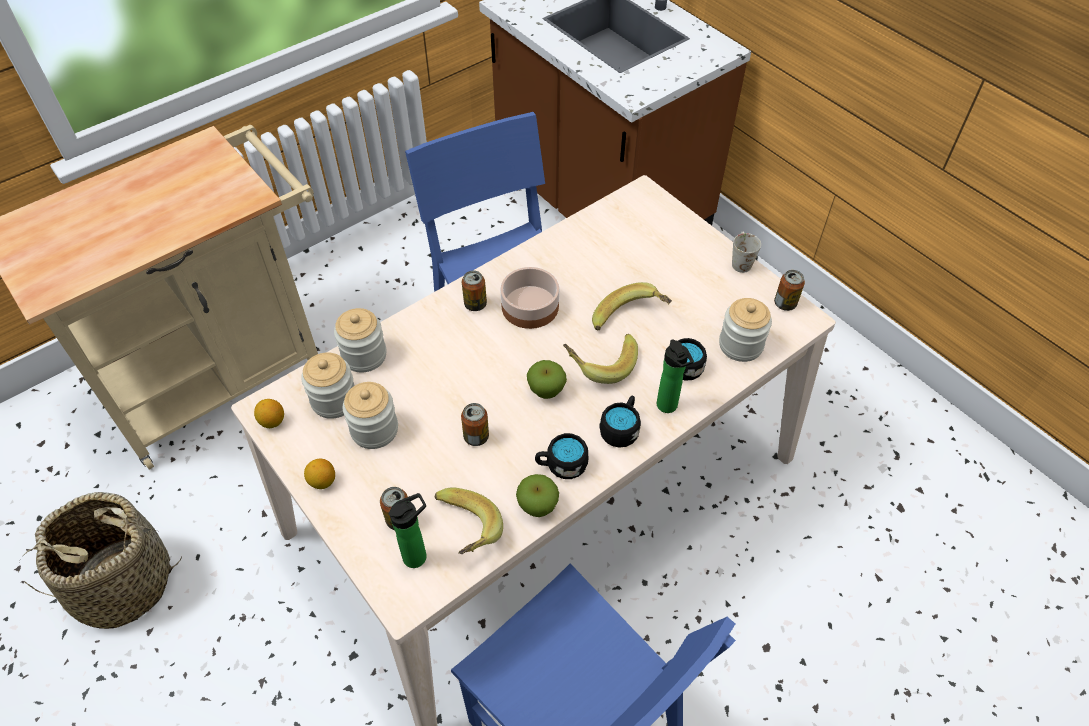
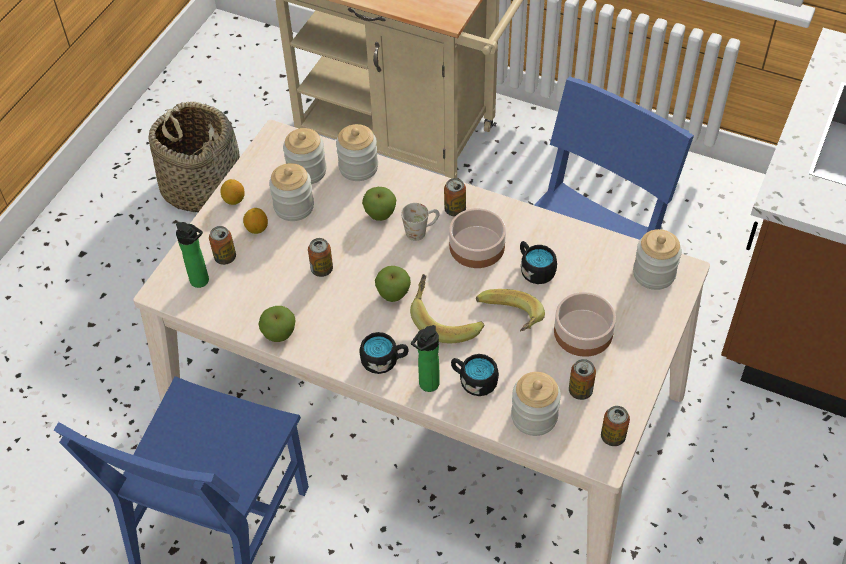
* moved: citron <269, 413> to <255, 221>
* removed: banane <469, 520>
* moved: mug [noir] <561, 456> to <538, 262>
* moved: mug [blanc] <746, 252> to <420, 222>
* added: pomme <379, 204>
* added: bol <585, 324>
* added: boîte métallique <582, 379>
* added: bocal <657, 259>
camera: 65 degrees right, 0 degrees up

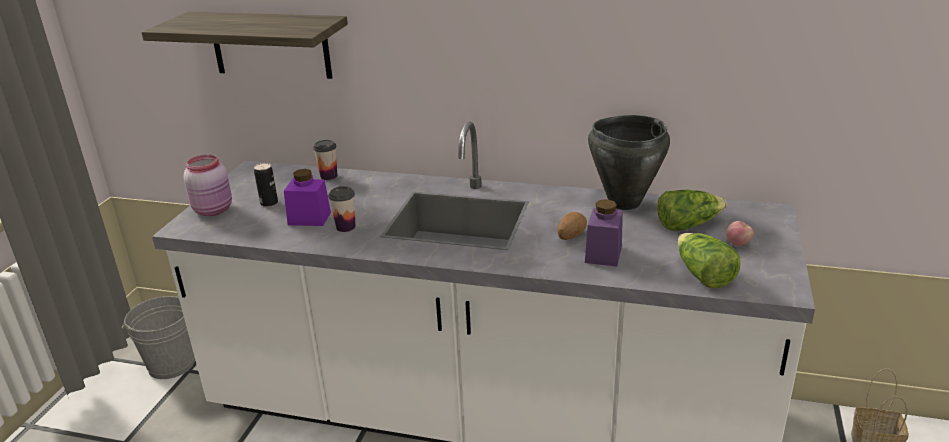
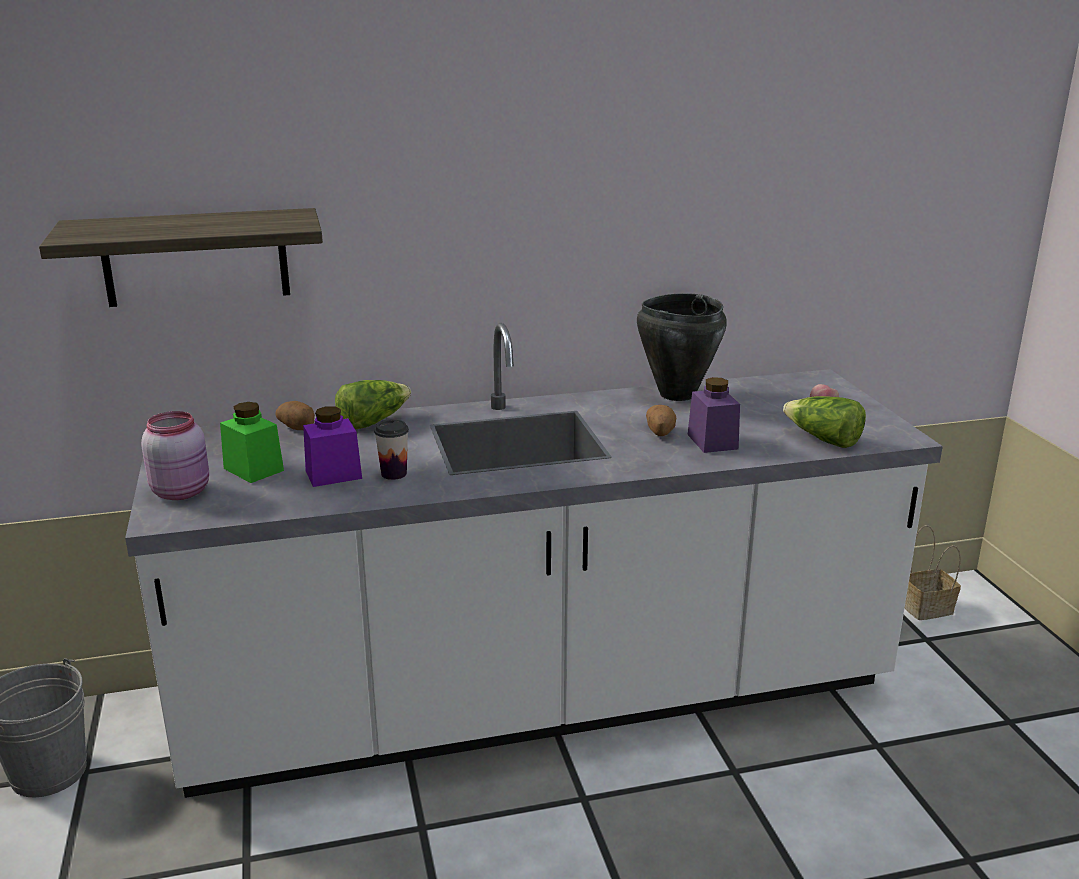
* replaced: boîte métallique <266, 185> to bocal [vert] <252, 442>
* replaced: tasse <325, 160> to pomme de terre <295, 415>
* moved: laitue <692, 210> to <373, 404>
camera: 30 degrees left, 5 degrees down

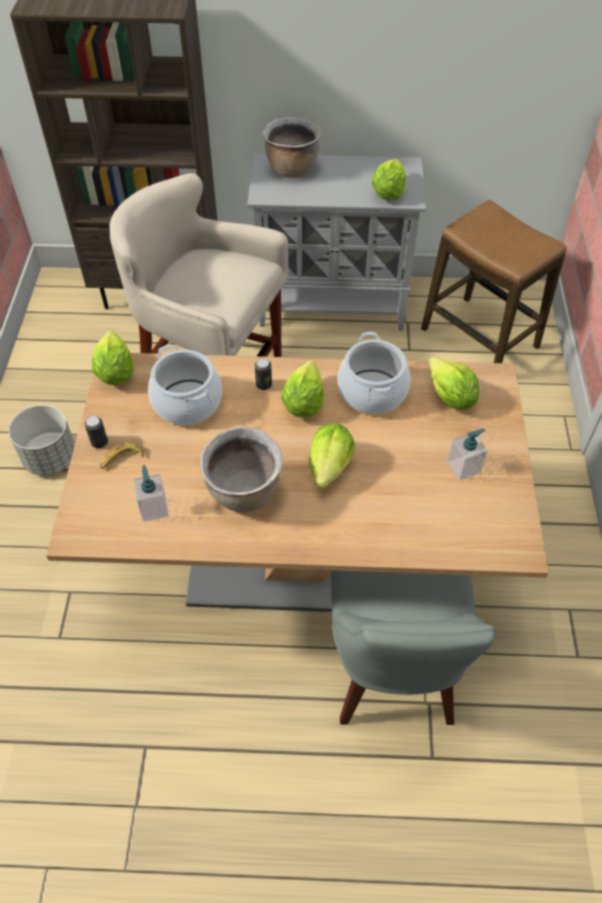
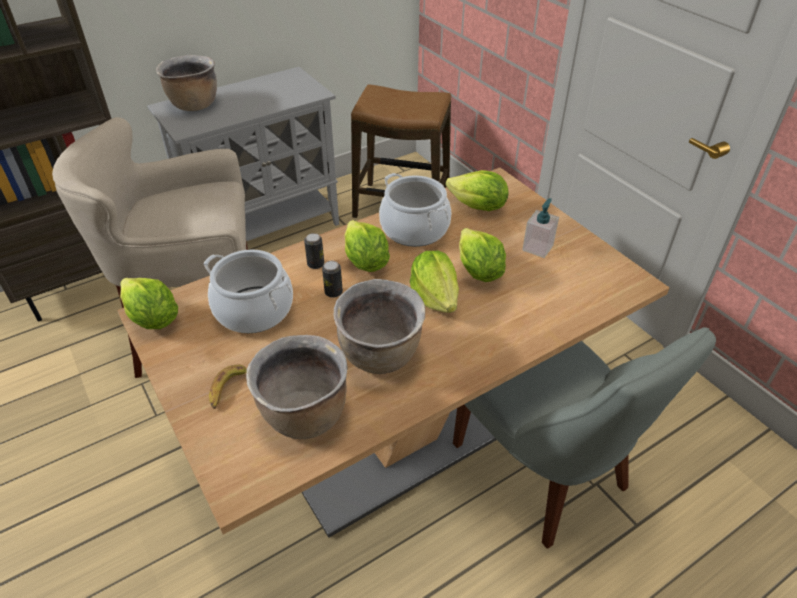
* removed: cache-pot [gris] <41, 440>
* moved: boîte métallique <96, 432> to <332, 279>
* replaced: distributeur de savon <151, 493> to marmite [marron] <296, 387>
* moved: laitue <388, 179> to <482, 255>
camera: 35 degrees left, 10 degrees down

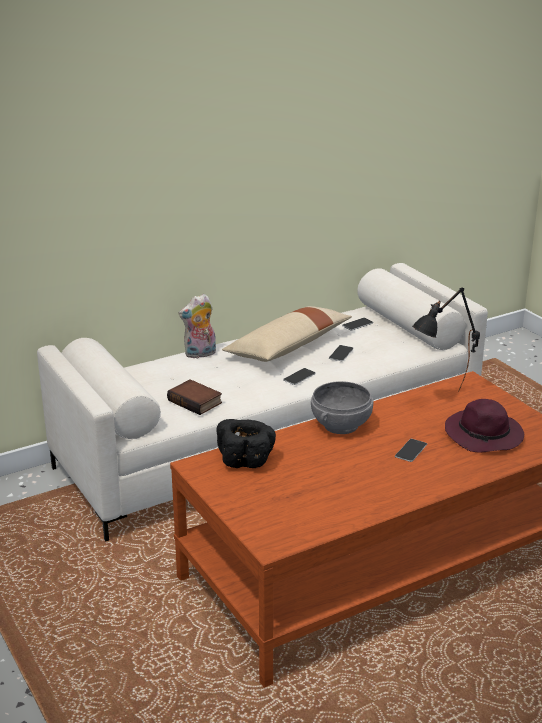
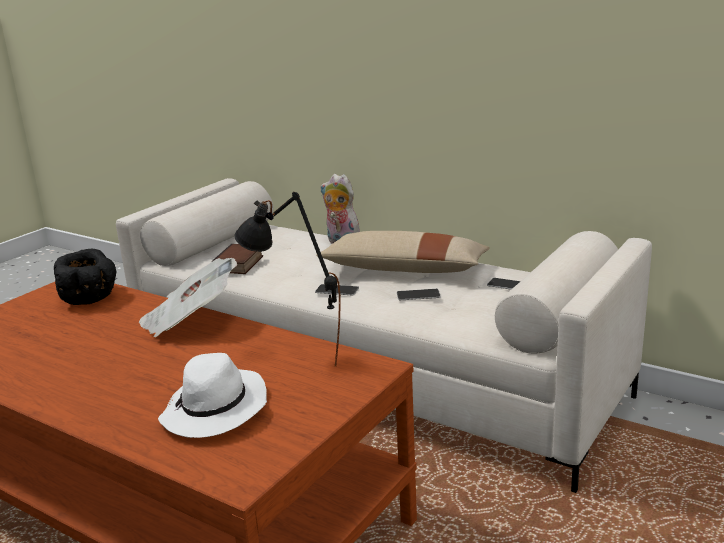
* replaced: bol [gris] <342, 407> to journal <188, 297>
* removed: téléphone <411, 450>
* recoloured: chapeau [violet] <484, 425> to chapeau [blanc] <212, 395>
camera: 65 degrees right, 5 degrees down

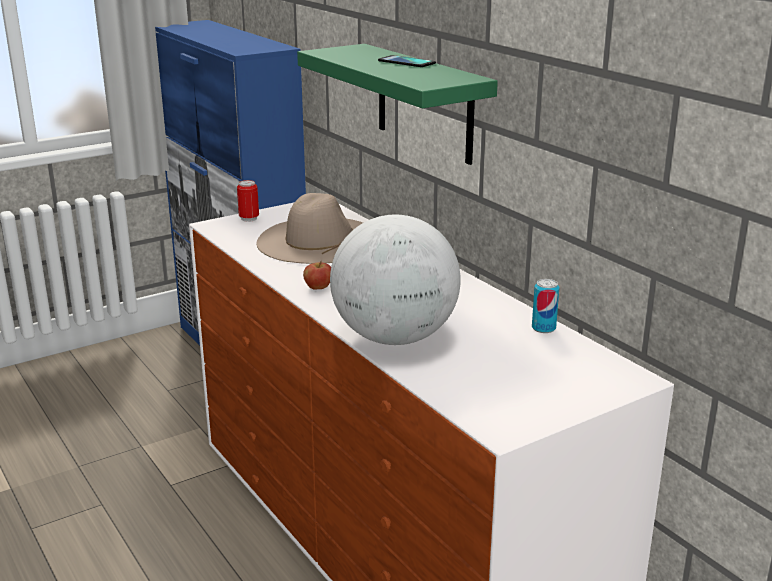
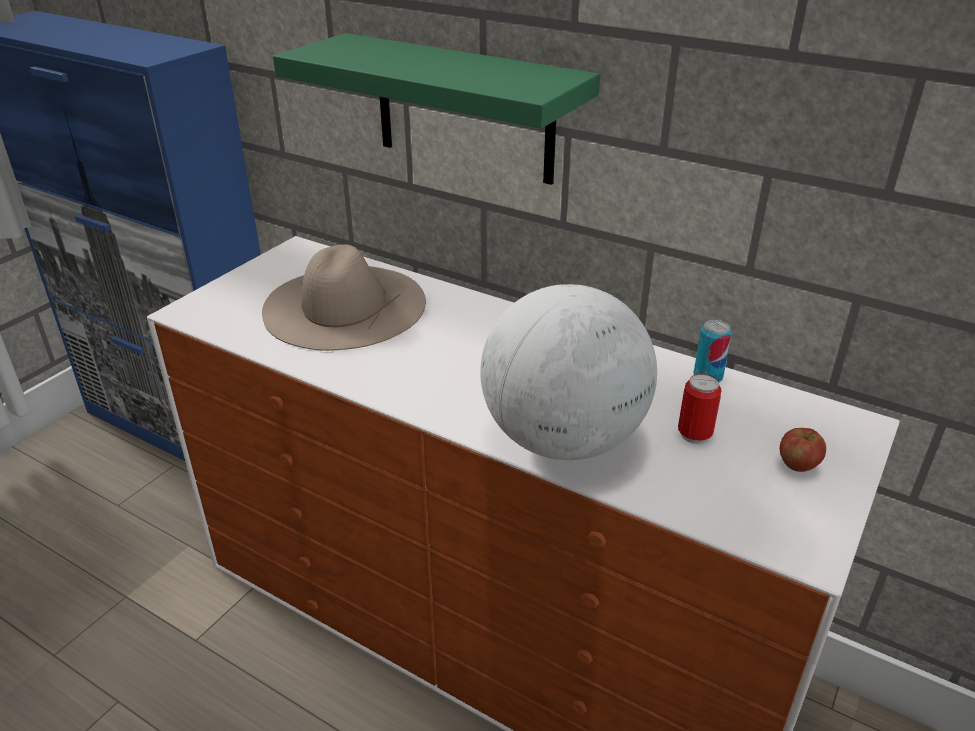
* moved: boîte métallique <248, 201> to <699, 409>
* moved: pomme <317, 275> to <803, 450>
* removed: téléphone <407, 61>
camera: 25 degrees left, 10 degrees up

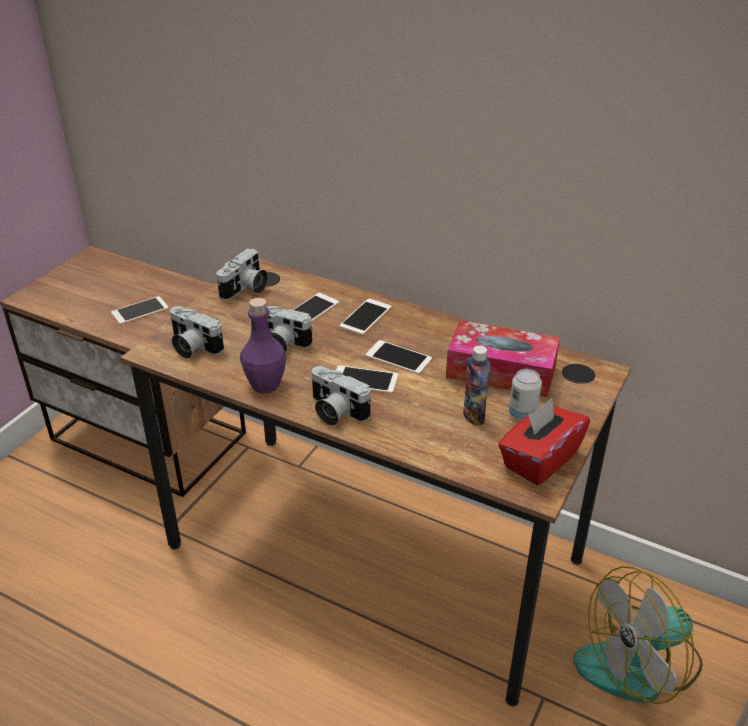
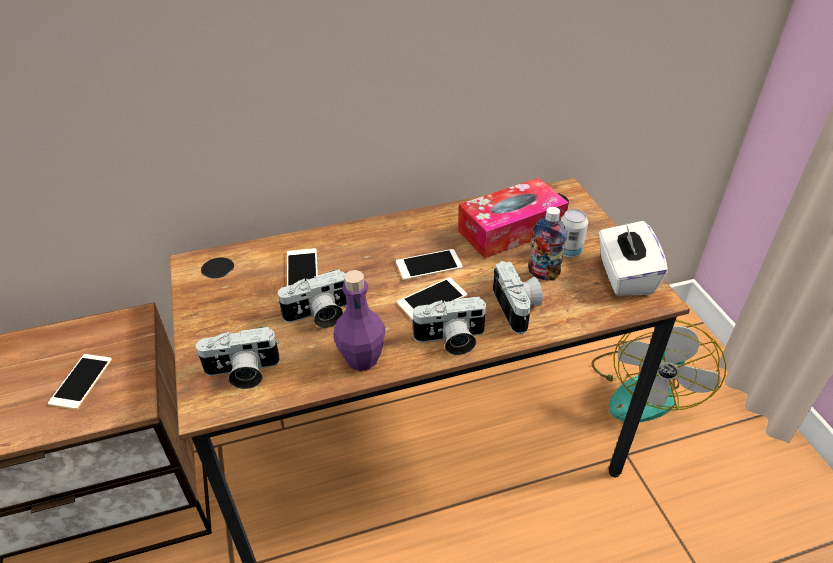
* moved: appareil photo <242, 274> to <518, 297>
* removed: téléphone <365, 317>
* recoloured: boîte à mouchoirs [rouge] <544, 442> to boîte à mouchoirs [blanc] <633, 257>
camera: 45 degrees left, 5 degrees up

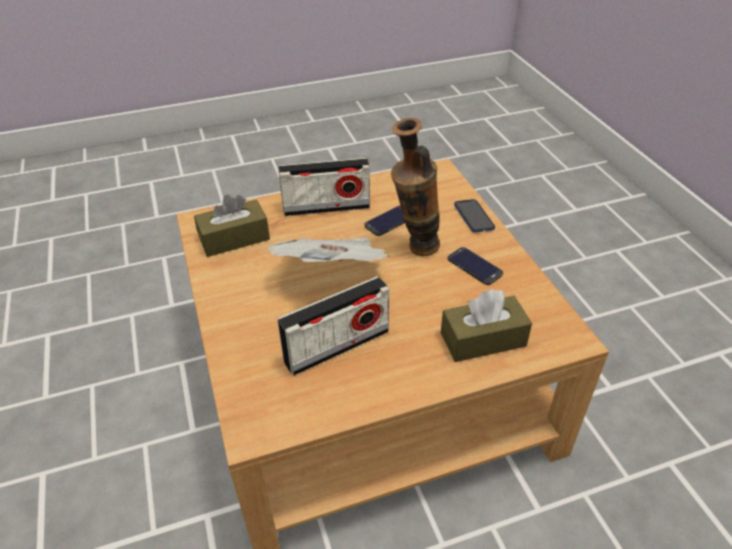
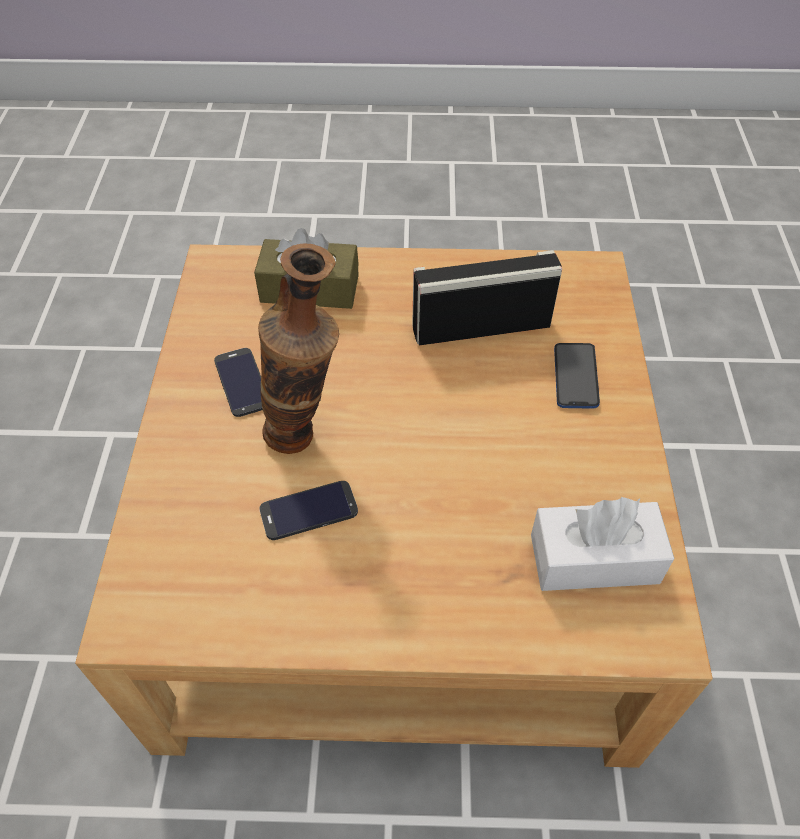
* recoloured: boîte à mouchoirs [marron] <232, 226> to boîte à mouchoirs [blanc] <603, 544>
* removed: journal <329, 249>
* removed: radio <324, 187>
* moved: téléphone <474, 216> to <577, 376>
camera: 160 degrees left, 10 degrees up

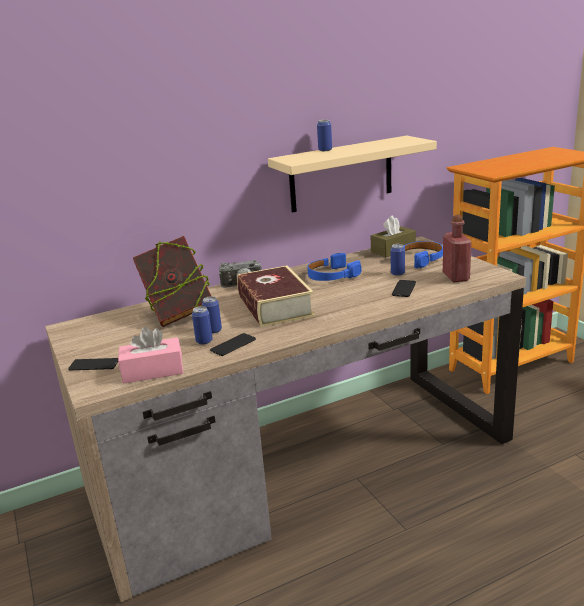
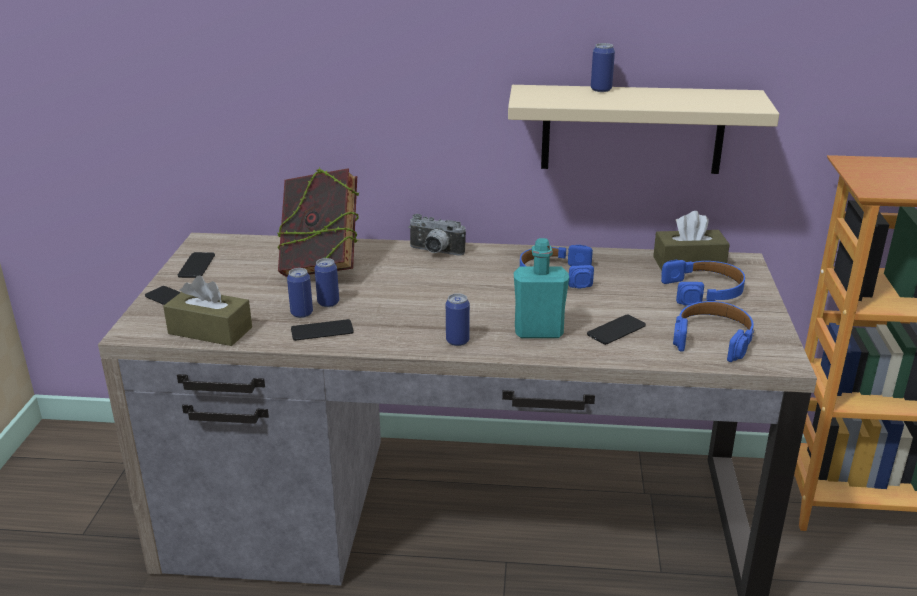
* recoloured: boîte à mouchoirs [rose] <150, 355> to boîte à mouchoirs [marron] <207, 310>
* removed: livre <276, 296>
* moved: boîte métallique <397, 260> to <458, 319>
* replaced: bouteille [rouge] <457, 248> to casque audio [bleu] <713, 331>
* added: téléphone <196, 265>
* added: bouteille [turquoise] <541, 288>
camera: 30 degrees right, 5 degrees up

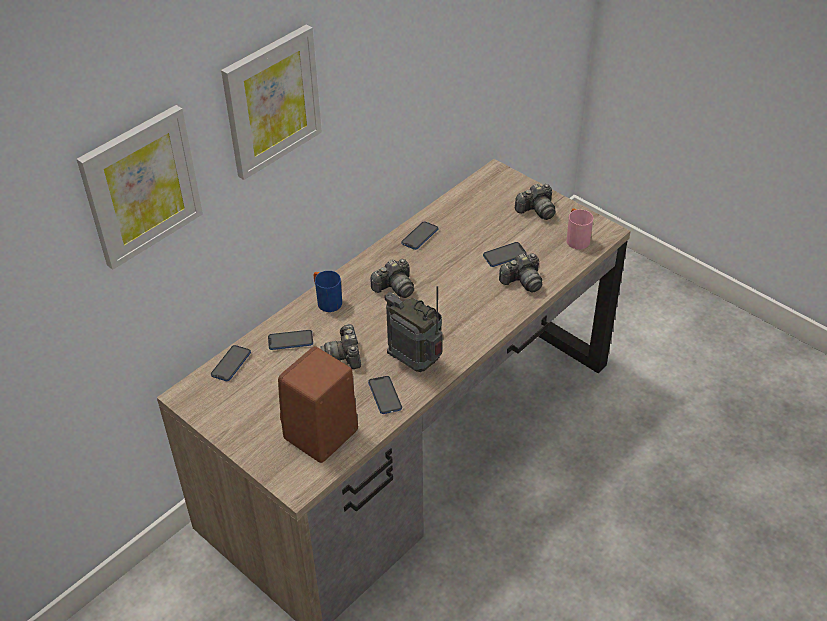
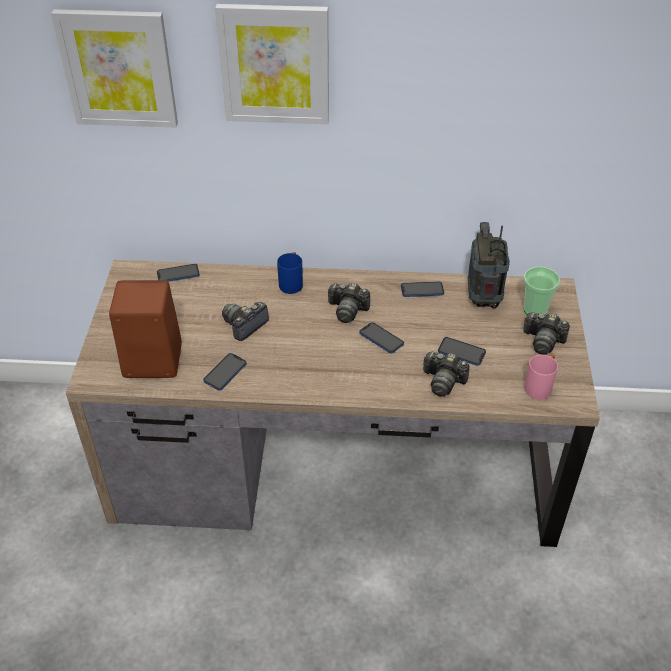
* moved: téléphone <290, 340> to <381, 337>
* moved: radio <414, 329> to <489, 265>
* added: tasse <541, 291>
camera: 50 degrees right, 0 degrees up

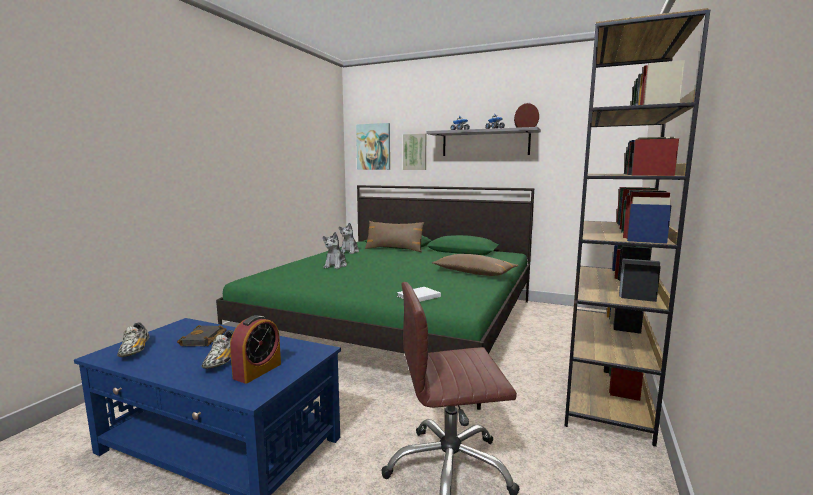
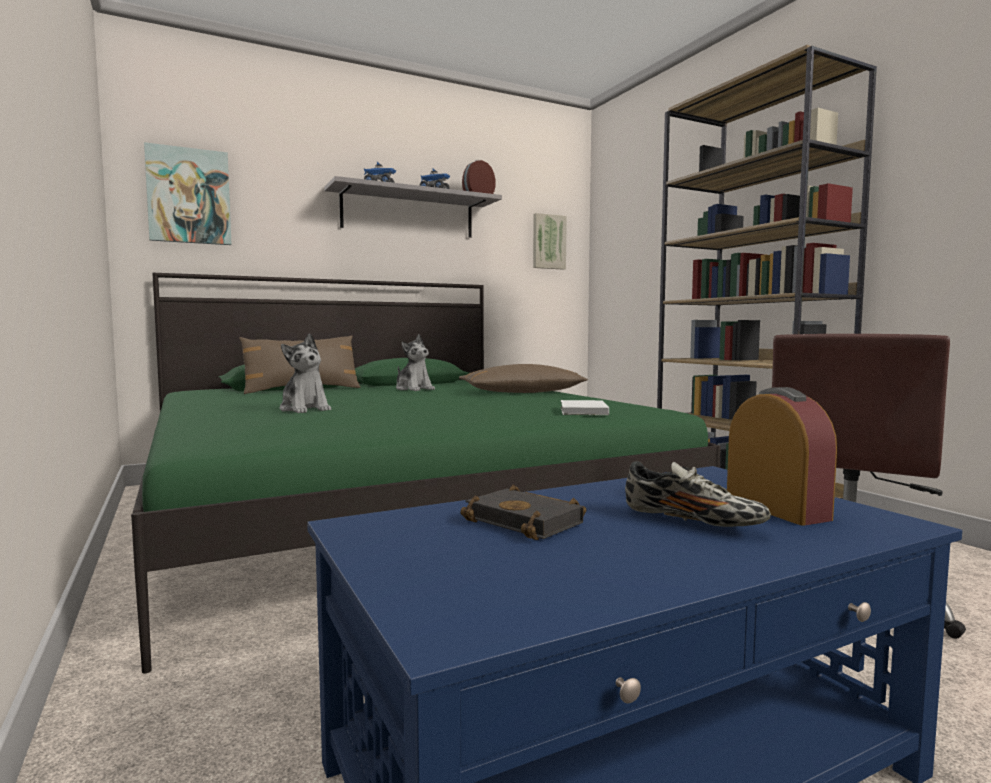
* removed: chaussure <133, 339>
* moved: peluche <349, 238> to <415, 362>
* moved: tableau <414, 152> to <550, 241>
camera: 50 degrees left, 5 degrees down

